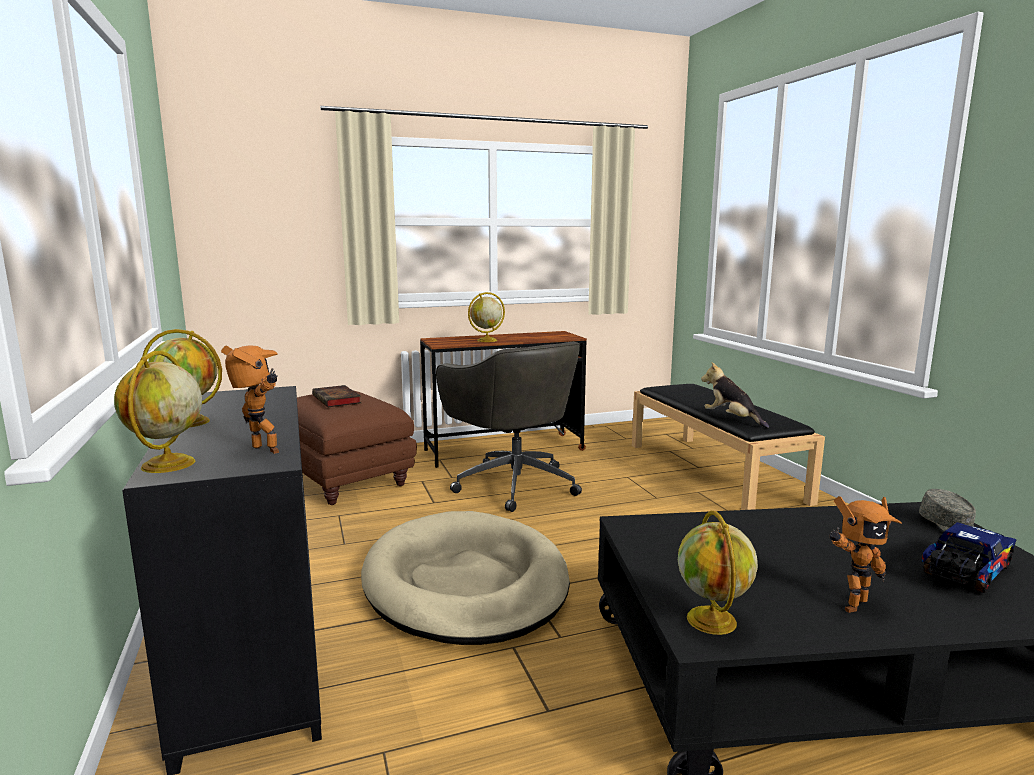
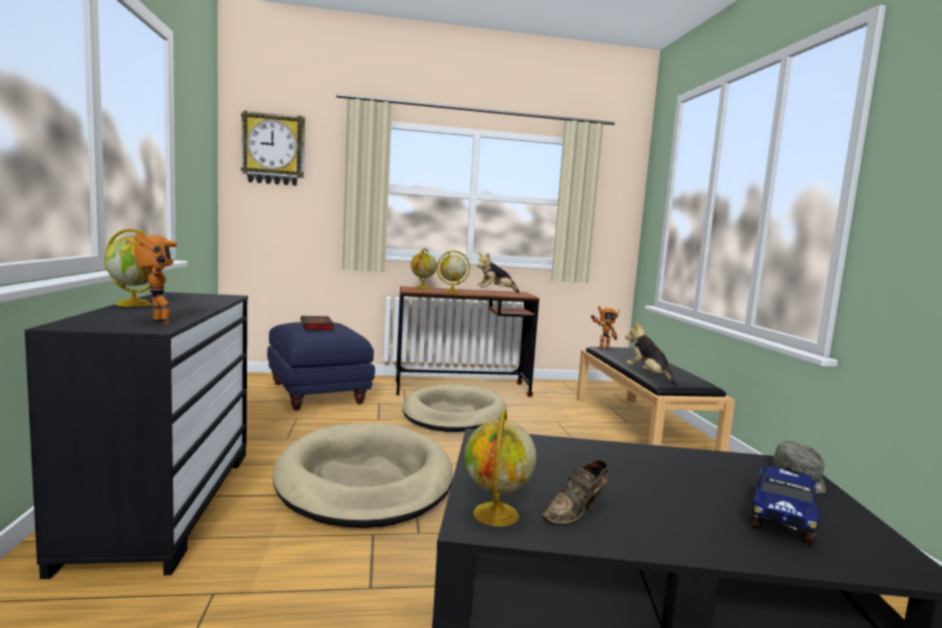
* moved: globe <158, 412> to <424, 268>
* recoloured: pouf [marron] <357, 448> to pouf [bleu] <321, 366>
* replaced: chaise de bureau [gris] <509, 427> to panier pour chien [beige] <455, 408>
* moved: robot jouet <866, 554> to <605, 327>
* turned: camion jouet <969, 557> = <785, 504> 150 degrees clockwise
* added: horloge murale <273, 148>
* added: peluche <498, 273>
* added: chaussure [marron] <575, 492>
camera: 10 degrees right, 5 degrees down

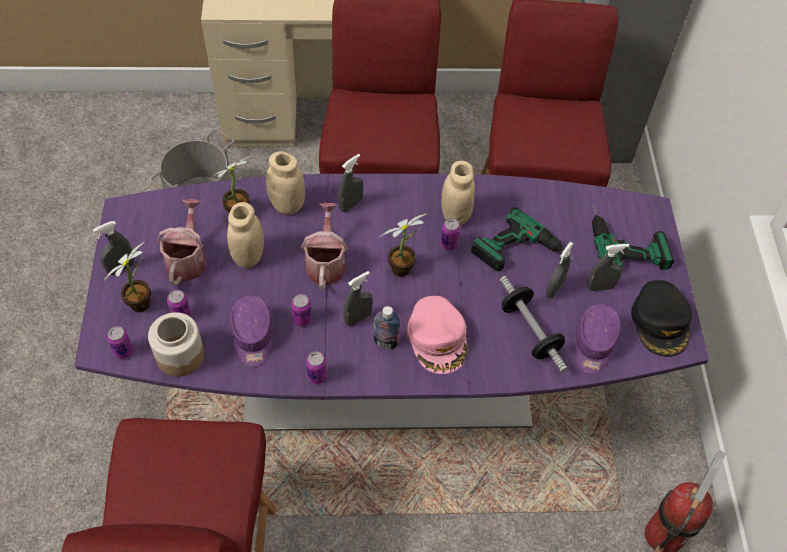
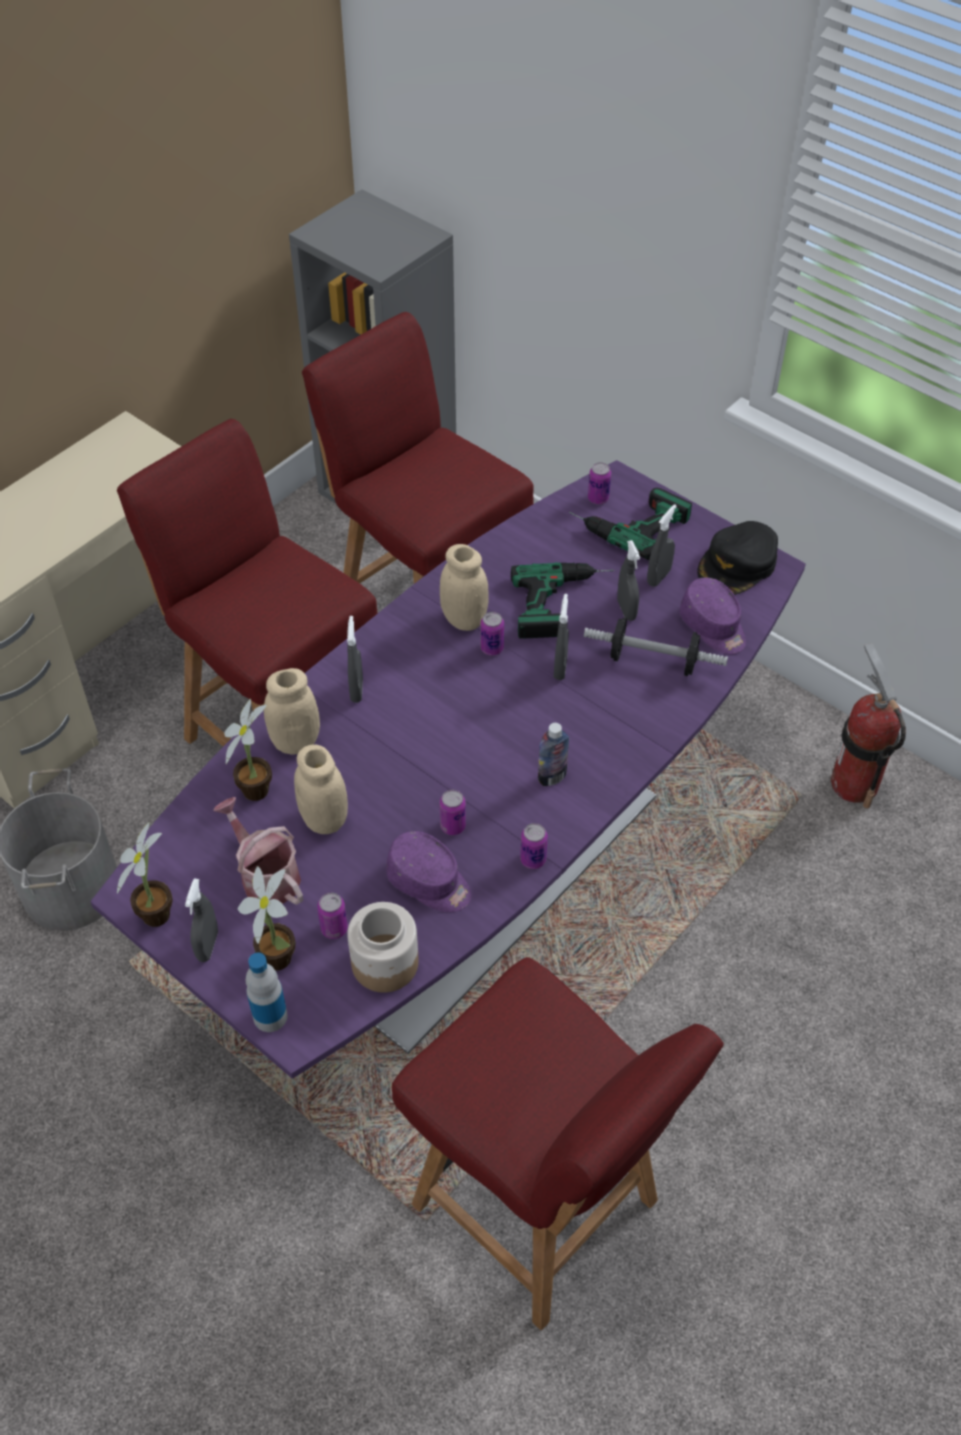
* moved: boîte métallique <120, 342> to <599, 483>
* removed: arrosoir <324, 246>
* moved: vaporisateur [gris] <358, 298> to <561, 637>
* moved: plante en pot <404, 245> to <145, 874>
* removed: casquette [rose] <437, 335>
* turned: casquette [noir] <661, 318> = <737, 558> 90 degrees clockwise
* added: bouteille <267, 992>
camera: 45 degrees left, 5 degrees down

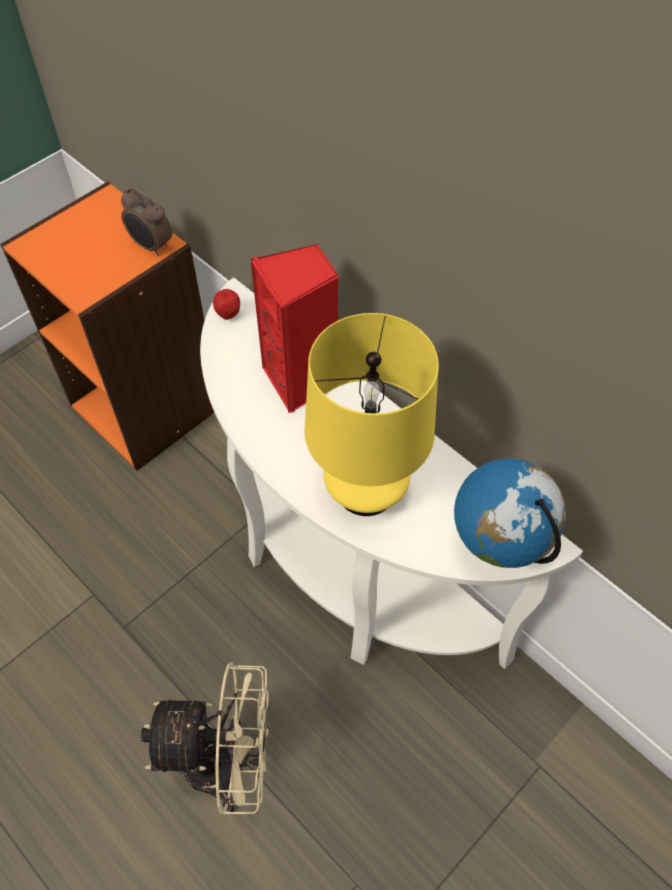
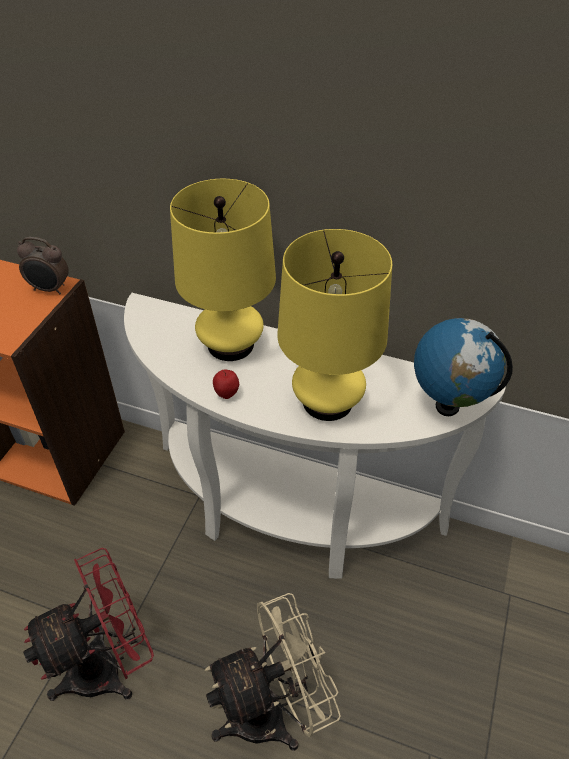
* moved: pomme <226, 304> to <226, 384>
* replaced: enceinte [rouge] <294, 328> to lampe de table [jaune] <223, 270>
* added: ventilateur [rouge] <88, 624>
camera: 25 degrees left, 10 degrees down

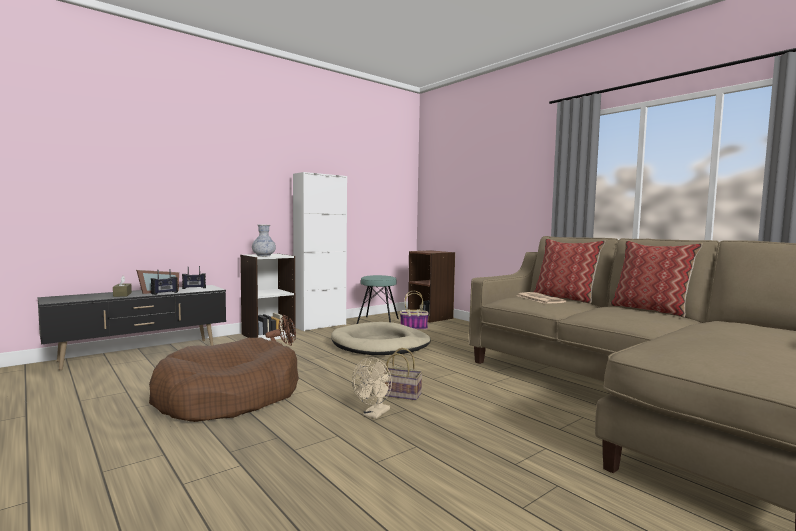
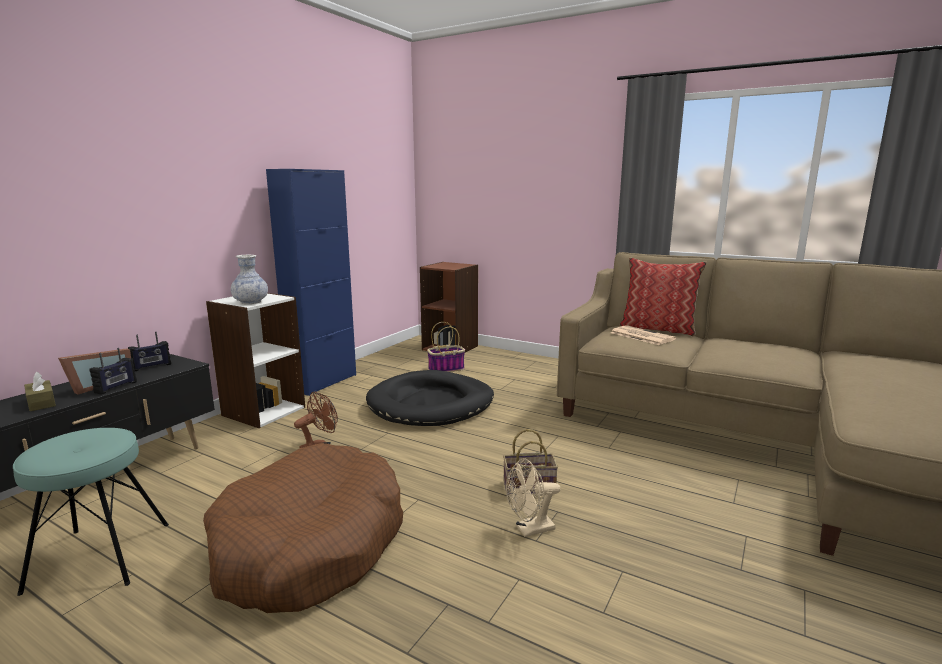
* recoloured: meuble de rangement [blanc] <320, 251> to meuble de rangement [bleu] <311, 282>
* recoloured: panier pour chien [beige] <381, 338> to panier pour chien [noir] <430, 398>
* turned: ventilateur [beige] <372, 388> = <533, 497> 60 degrees clockwise
* moved: tabouret [turquoise] <378, 299> to <91, 512>
* removed: coussin <656, 279>
camera: 20 degrees left, 10 degrees up

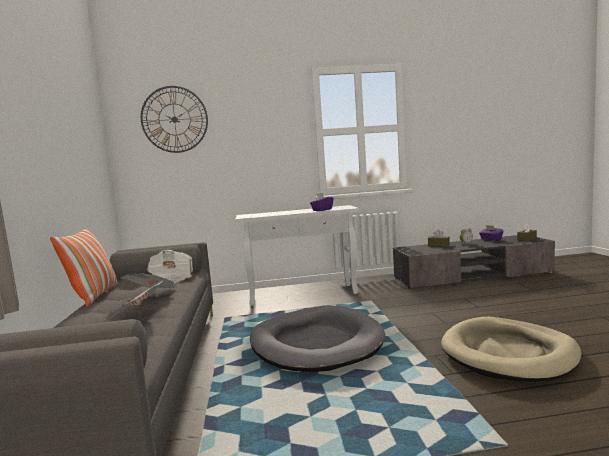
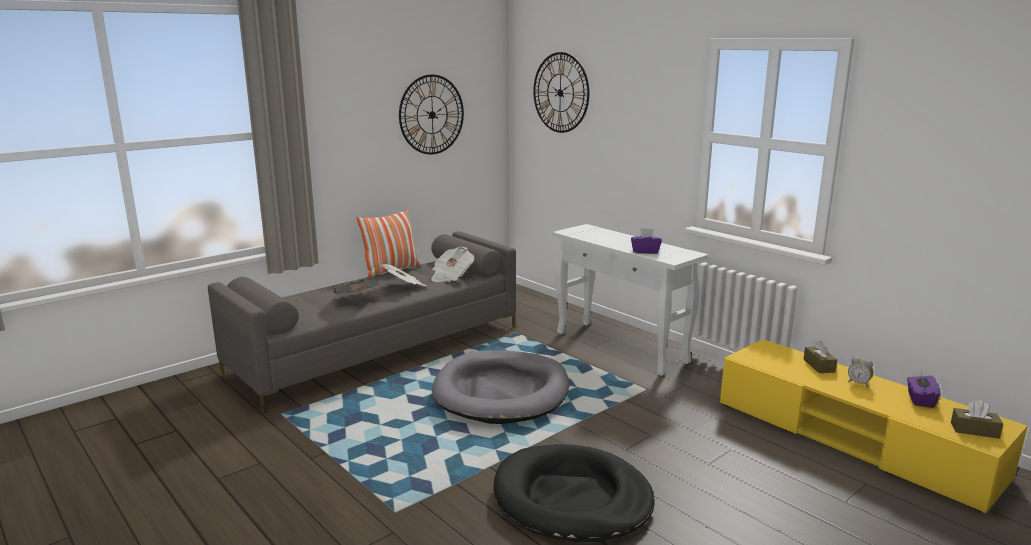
* recoloured: meuble télé [gris] <474, 262> to meuble télé [jaune] <874, 426>
* recoloured: panier pour chien [beige] <511, 349> to panier pour chien [noir] <574, 493>
* added: horloge murale <431, 114>
camera: 55 degrees right, 10 degrees up

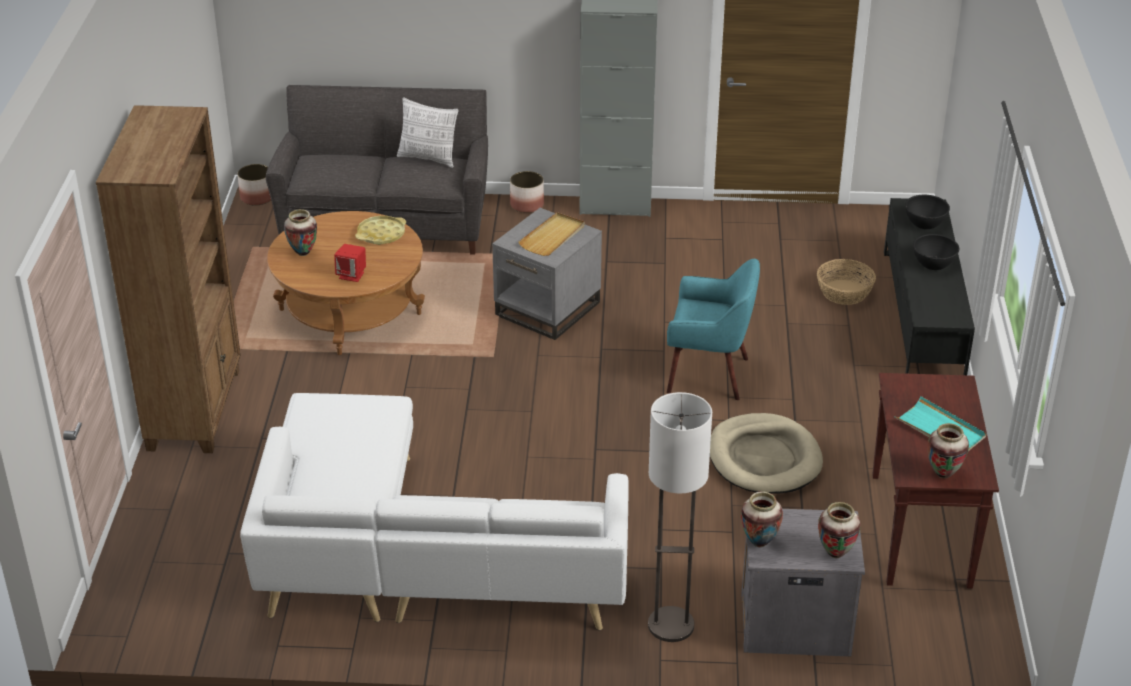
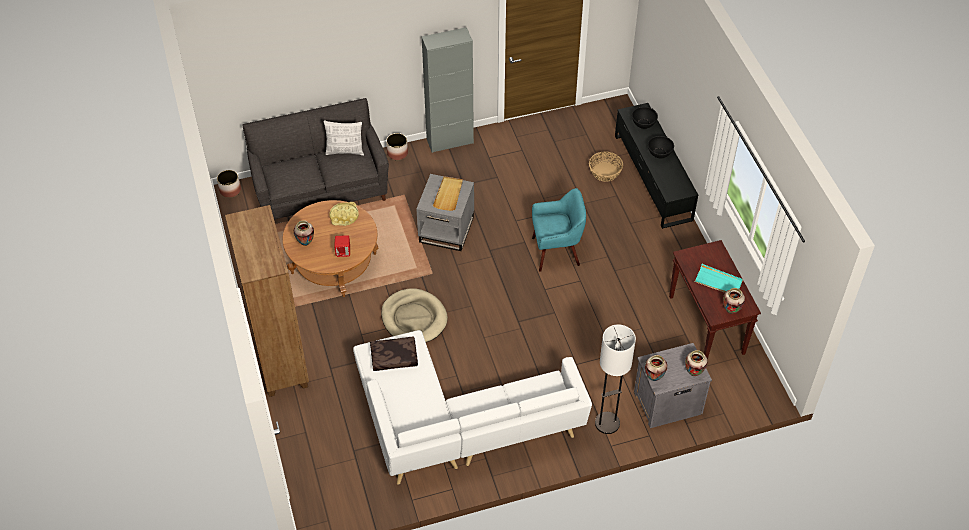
* moved: panier pour chien [beige] <766, 453> to <414, 315>
* added: coussin [marron] <394, 354>
camera: 20 degrees left, 15 degrees up

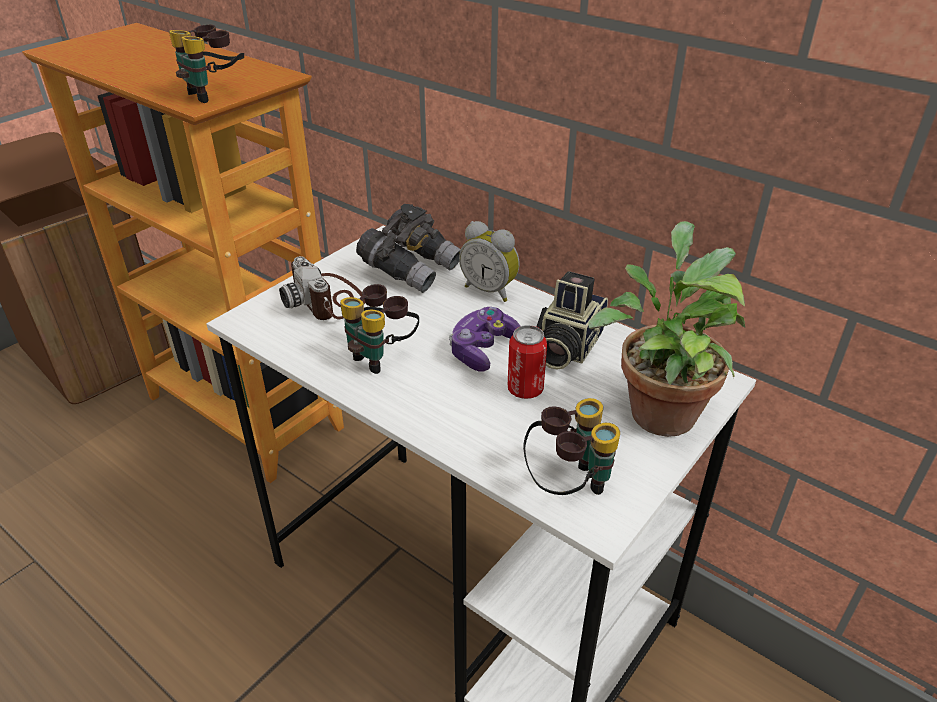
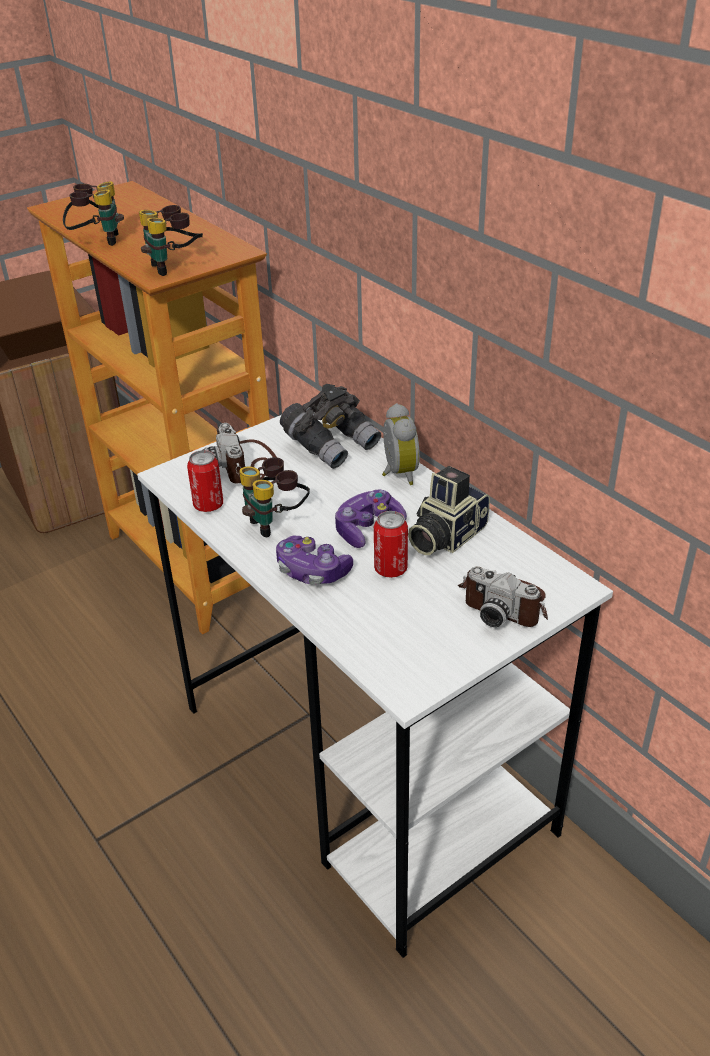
* turned: réveil <489, 261> = <401, 444> 150 degrees counterclockwise
* moved: jumelles <571, 446> to <93, 214>
* replaced: plante en pot <666, 329> to appareil photo <503, 596>
* added: boîte métallique <205, 481>
* added: manette <314, 560>
camera: 15 degrees right, 0 degrees up

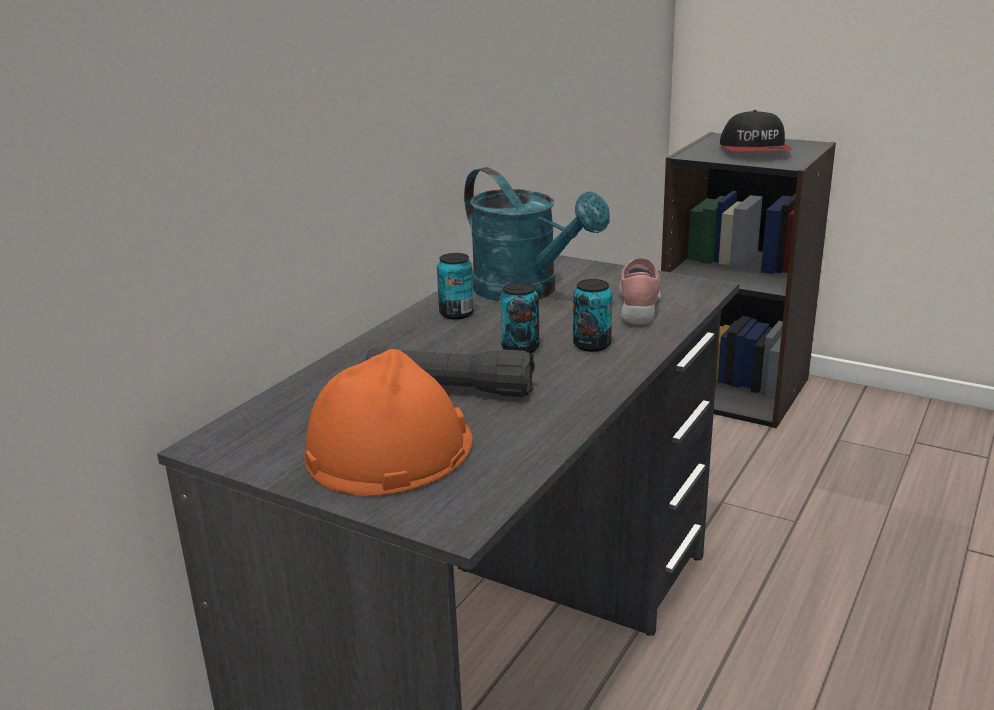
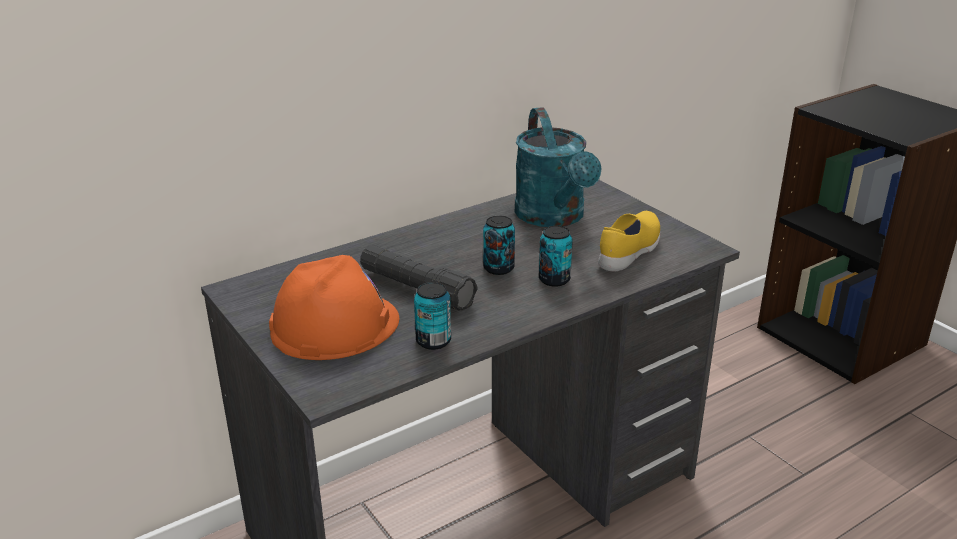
* moved: boîte métallique <455, 286> to <432, 316>
* recoloured: chaussure [rose] <640, 291> to chaussure [jaune] <629, 241>
* removed: casquette <756, 130>
camera: 25 degrees right, 5 degrees up

